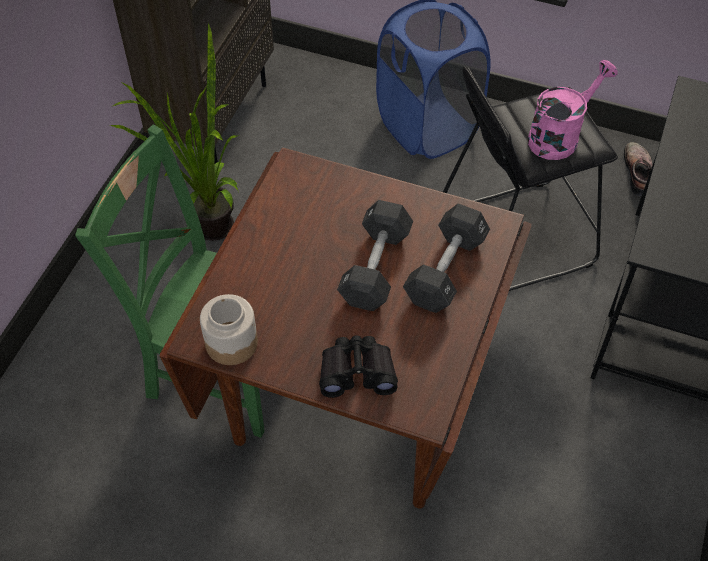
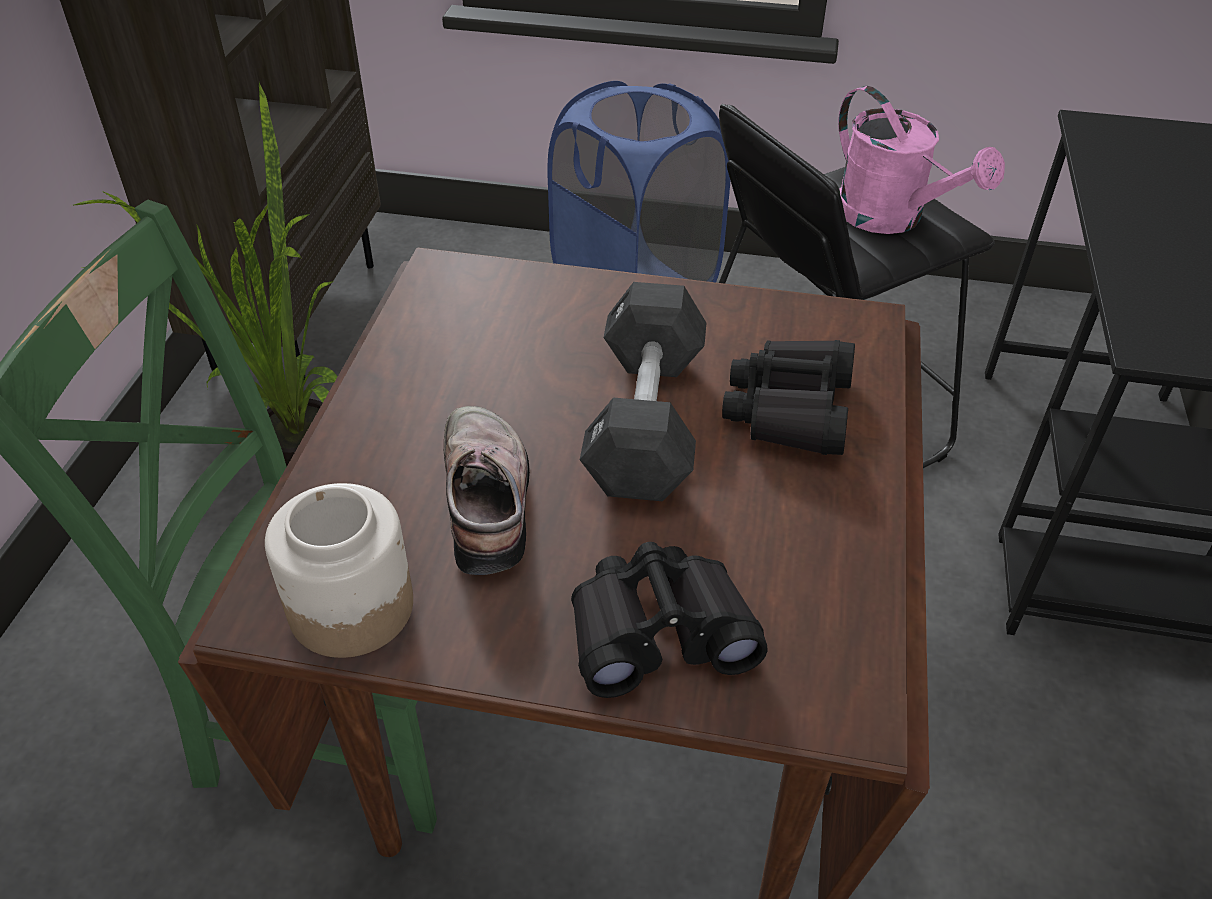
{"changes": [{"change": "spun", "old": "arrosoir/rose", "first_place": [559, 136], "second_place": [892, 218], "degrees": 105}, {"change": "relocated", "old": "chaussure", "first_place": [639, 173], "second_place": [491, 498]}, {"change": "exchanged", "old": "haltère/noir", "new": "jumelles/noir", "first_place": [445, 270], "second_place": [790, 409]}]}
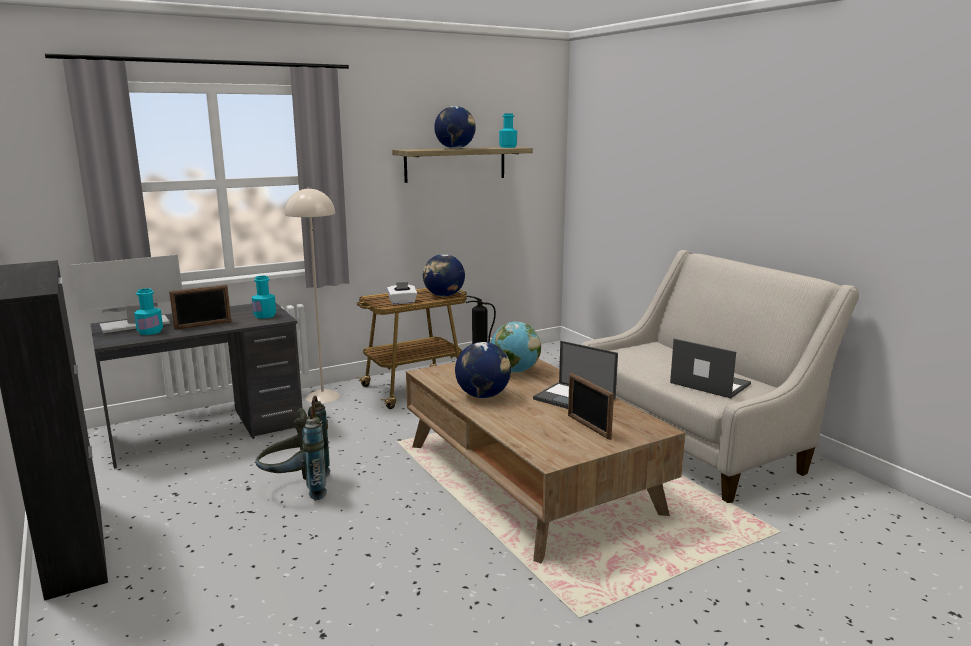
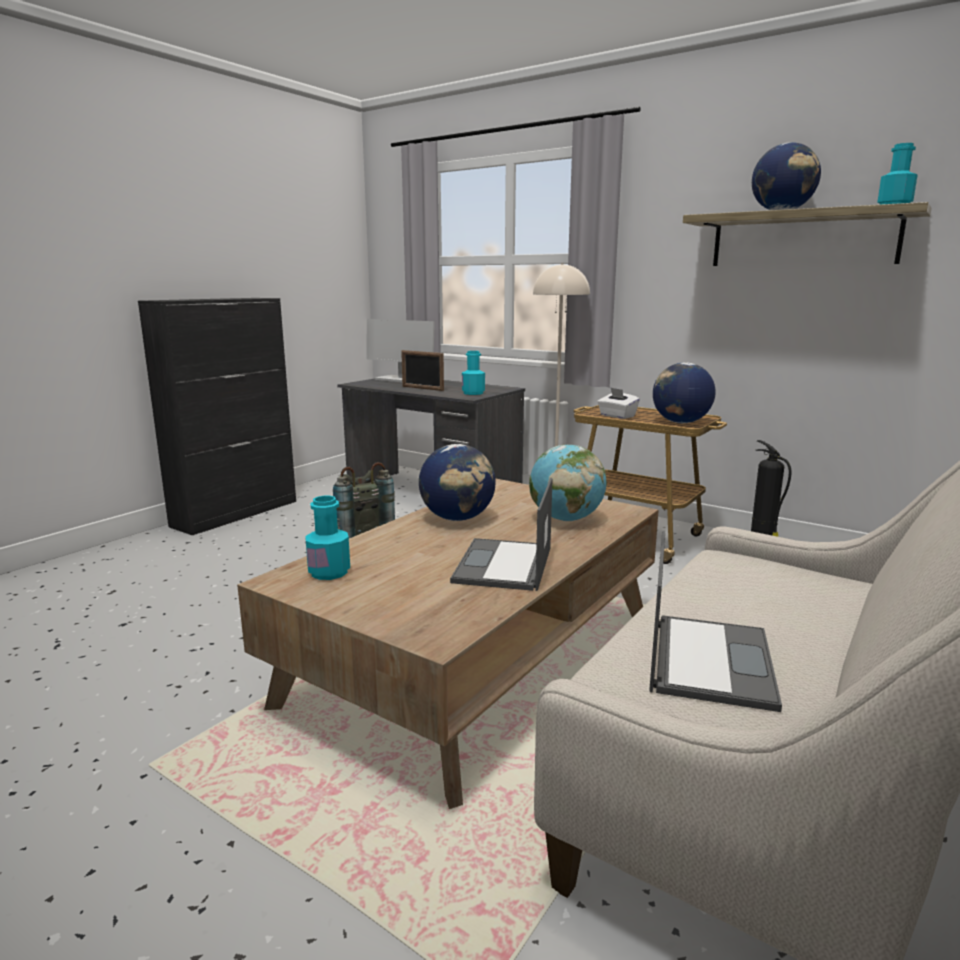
{"changes": [{"change": "relocated", "old": "bouteille/turquoise", "first_place": [150, 332], "second_place": [329, 572]}, {"change": "missing", "old": "cadre photo", "first_place": [588, 427]}]}
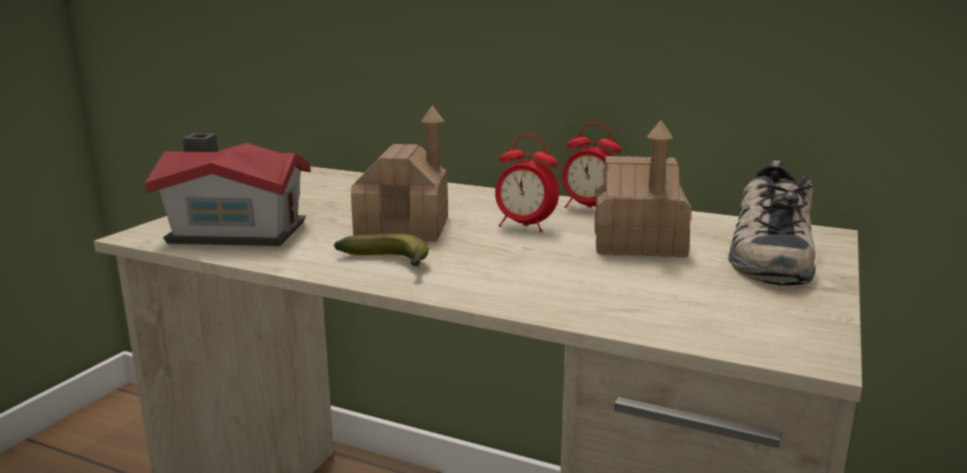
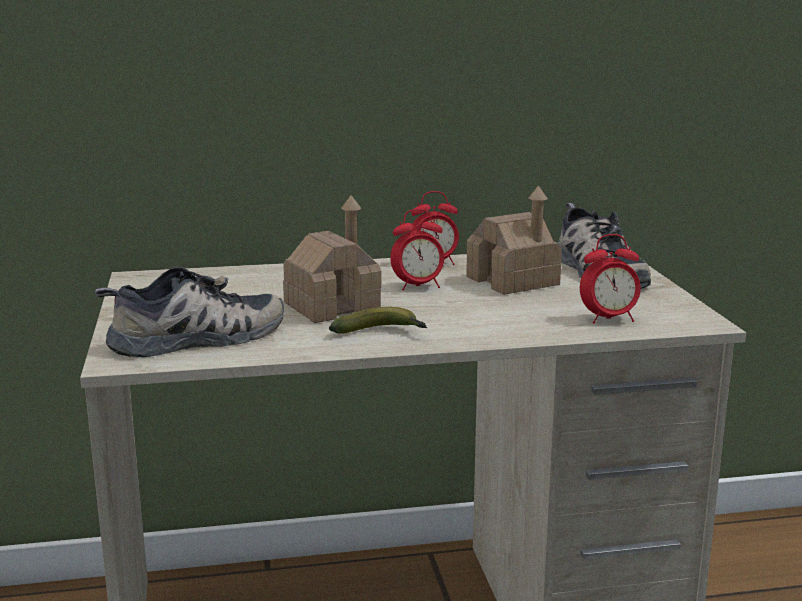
{"changes": [{"change": "exchanged", "old": "maison miniature", "new": "chaussure", "first_place": [236, 231], "second_place": [198, 339]}, {"change": "appeared", "new": "réveil", "second_place": [609, 319]}]}
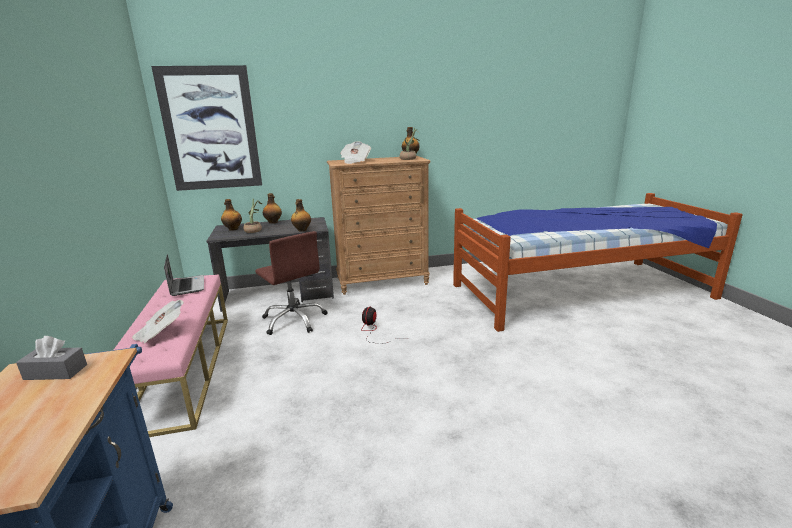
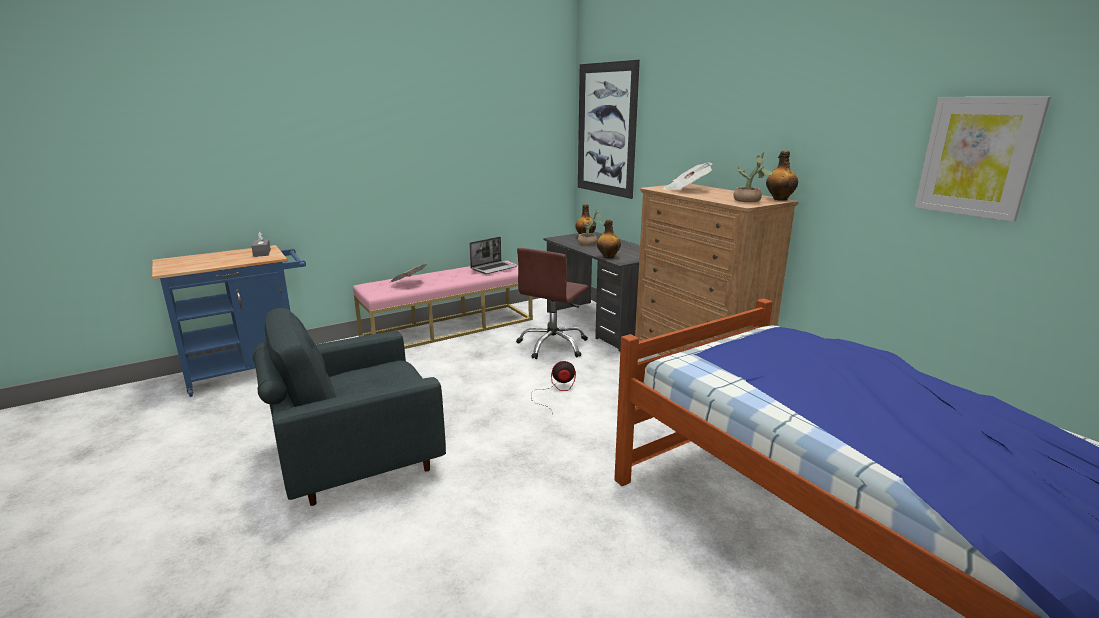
{"changes": [{"change": "missing", "old": "bouteille", "first_place": [273, 222]}, {"change": "appeared", "new": "tableau", "second_place": [977, 157]}, {"change": "appeared", "new": "fauteuil/gris", "second_place": [357, 460]}]}
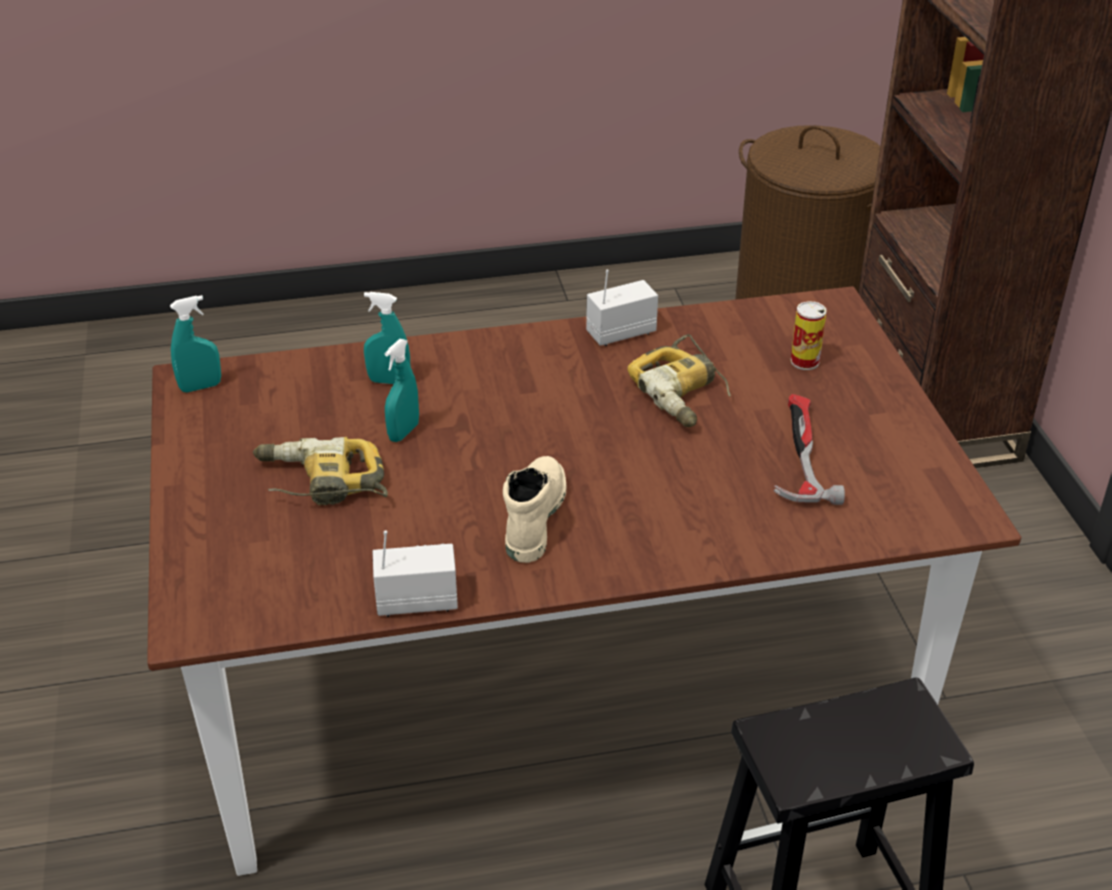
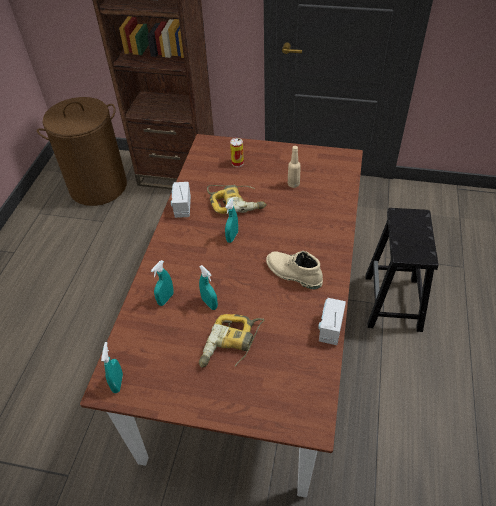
{"changes": [{"change": "exchanged", "old": "marteau", "new": "bouteille/beige", "first_place": [800, 454], "second_place": [293, 184]}, {"change": "appeared", "new": "vaporisateur/turquoise", "second_place": [232, 237]}]}
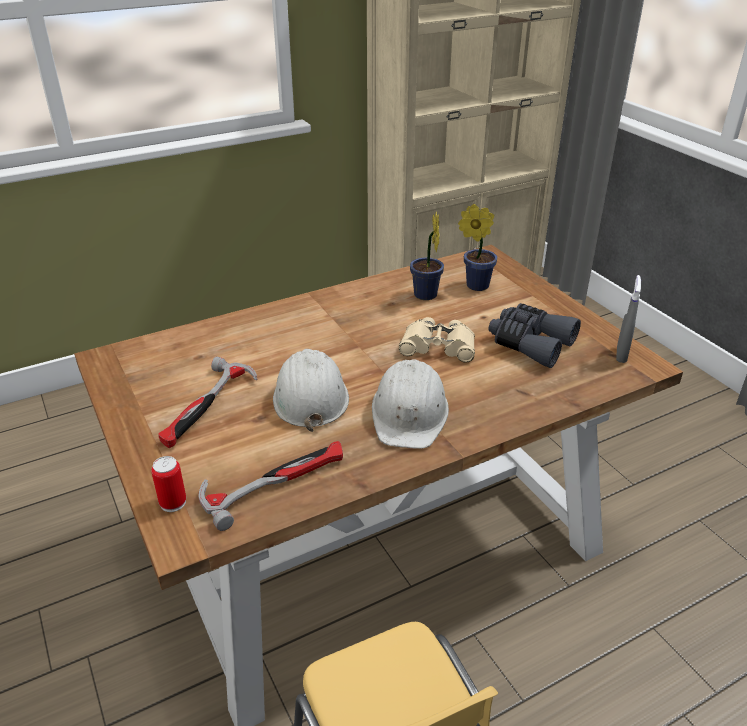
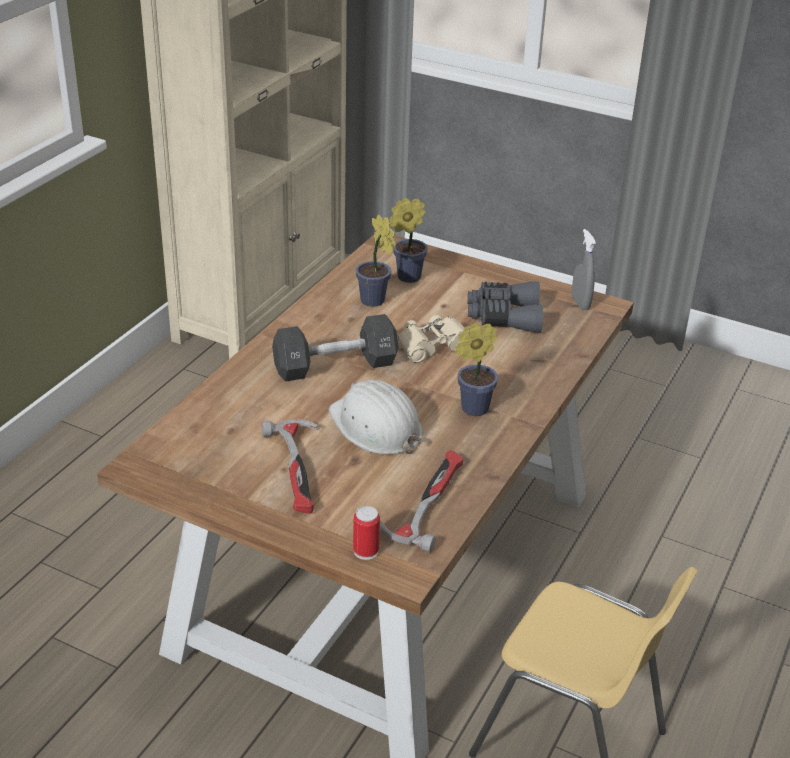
{"changes": [{"change": "exchanged", "old": "casque de chantier/blanc", "new": "plante en pot", "first_place": [410, 413], "second_place": [471, 409]}, {"change": "appeared", "new": "haltère/noir", "second_place": [335, 366]}]}
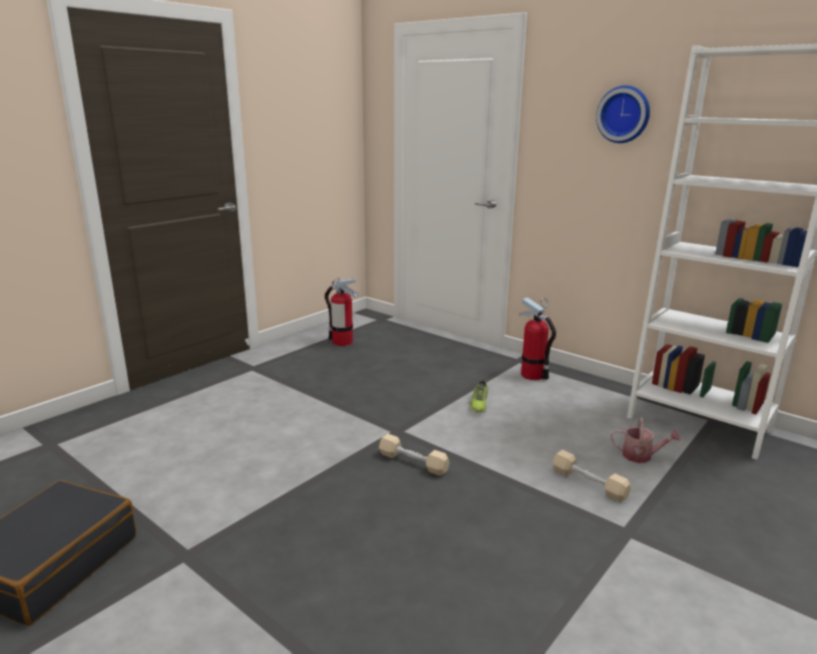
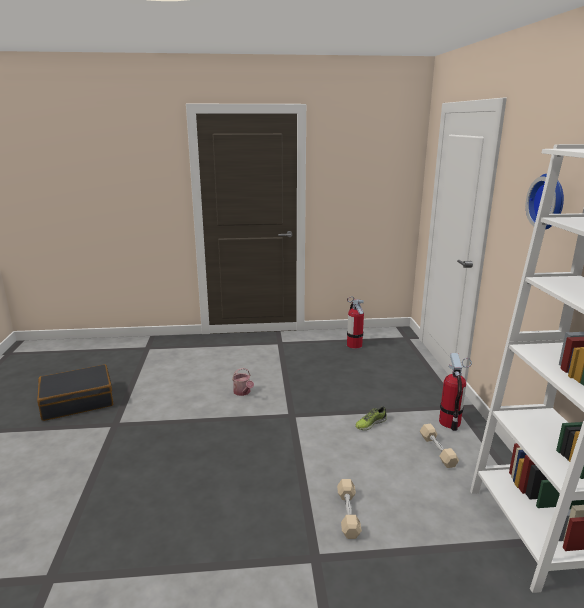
{"changes": [{"change": "relocated", "old": "arrosoir", "first_place": [641, 456], "second_place": [243, 392]}, {"change": "relocated", "old": "haltère/beige", "first_place": [413, 462], "second_place": [437, 451]}]}
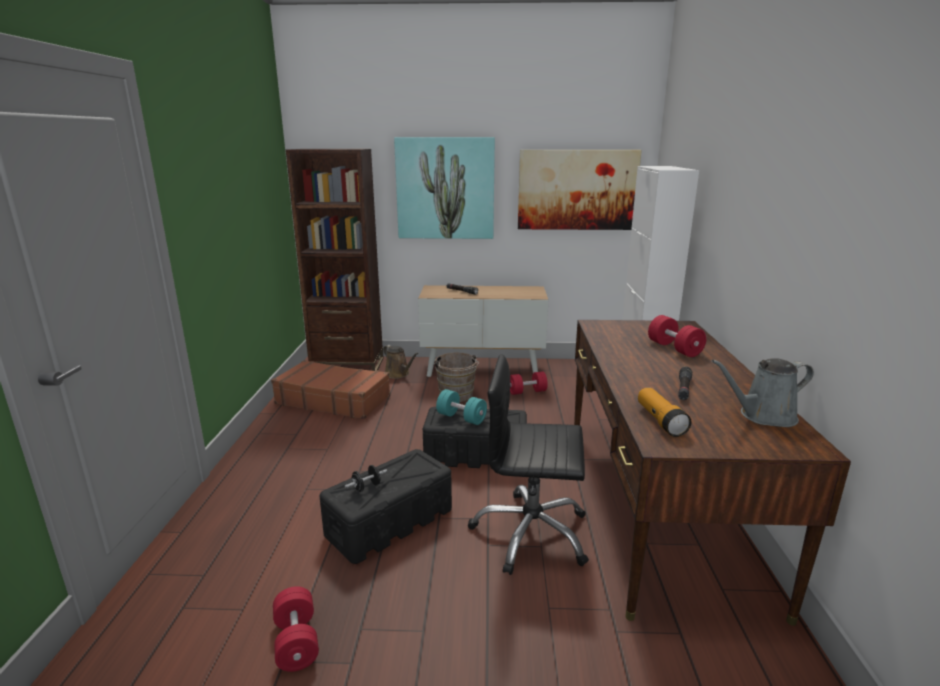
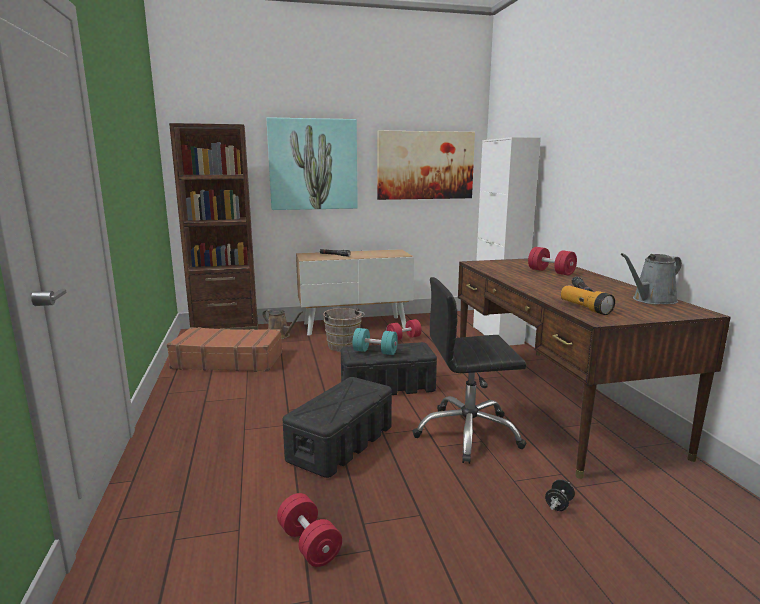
{"changes": [{"change": "relocated", "old": "haltère/noir", "first_place": [366, 487], "second_place": [559, 504]}]}
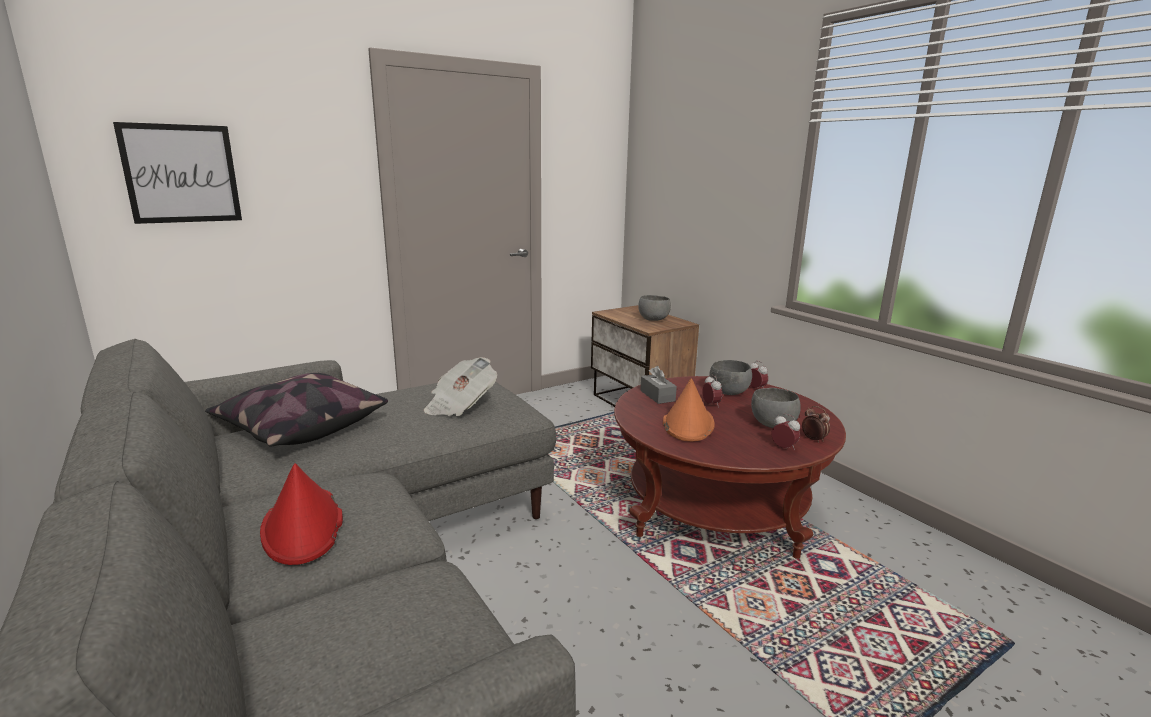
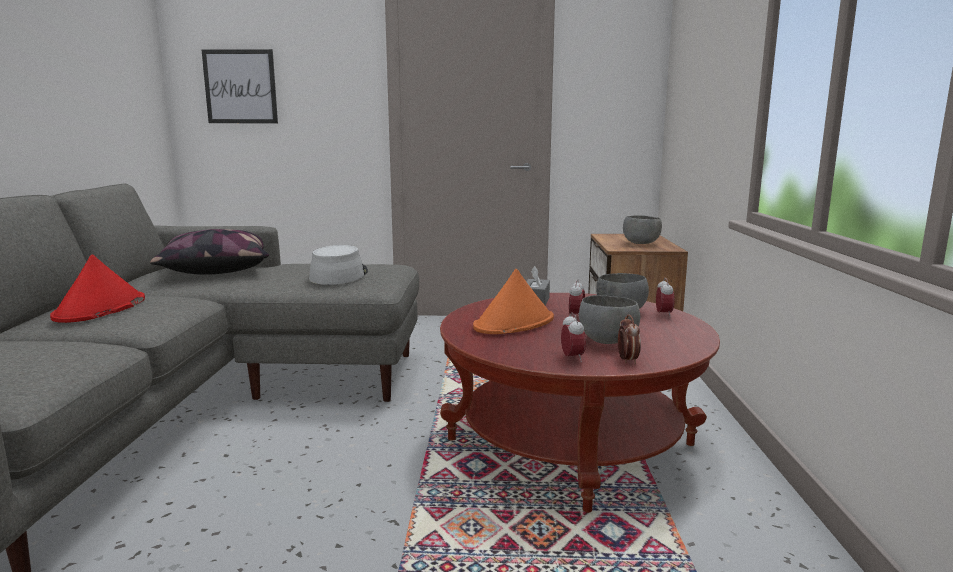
{"changes": [{"change": "exchanged", "old": "journal", "new": "chapeau/gris", "first_place": [460, 405], "second_place": [338, 275]}]}
